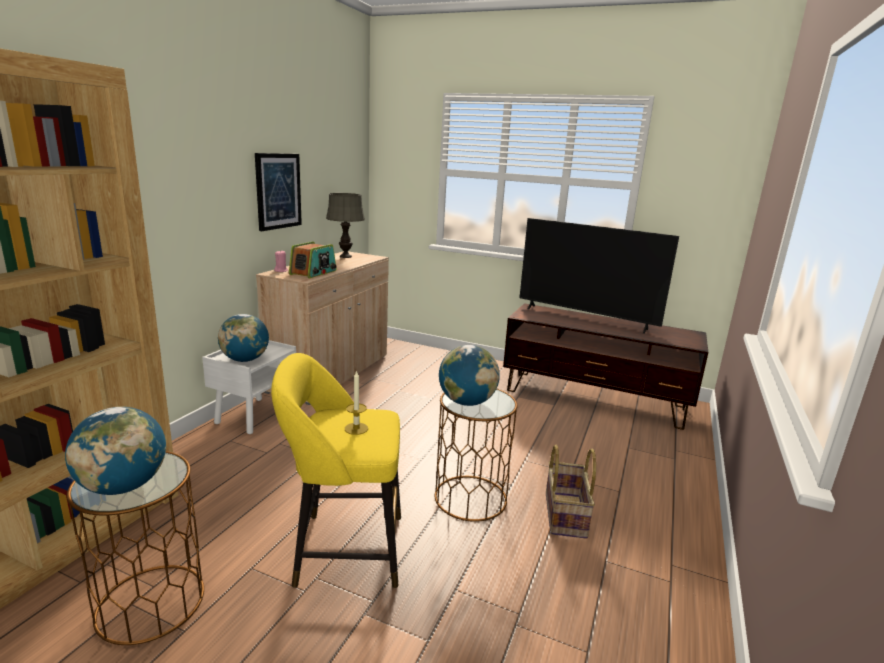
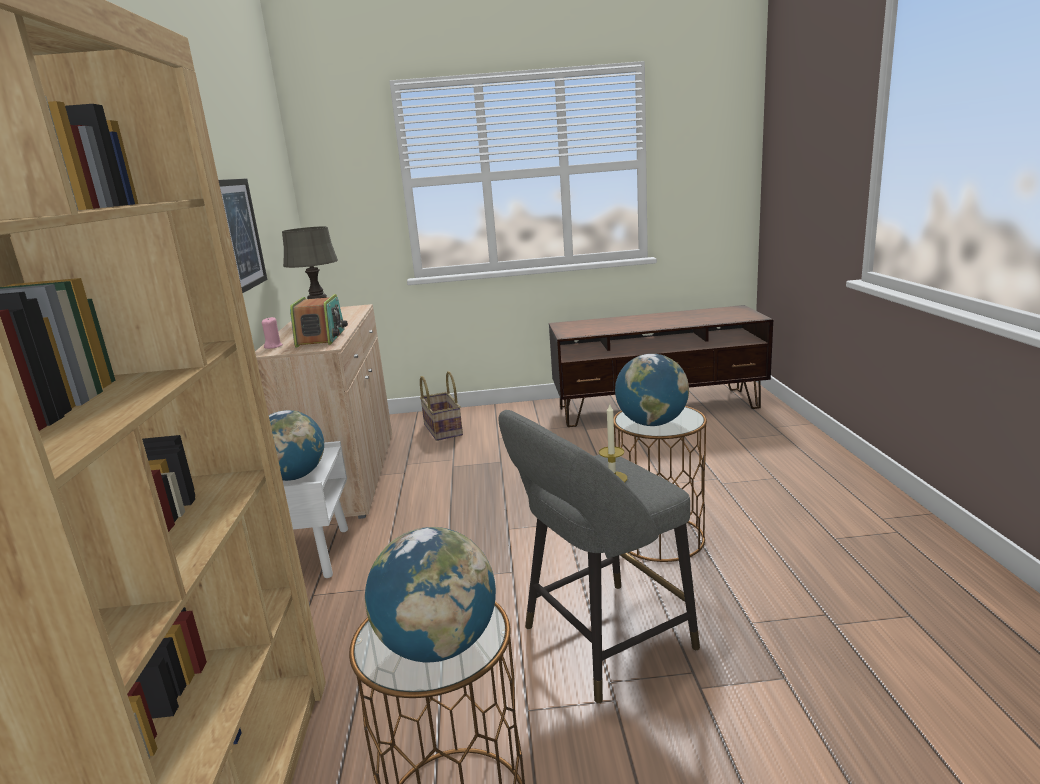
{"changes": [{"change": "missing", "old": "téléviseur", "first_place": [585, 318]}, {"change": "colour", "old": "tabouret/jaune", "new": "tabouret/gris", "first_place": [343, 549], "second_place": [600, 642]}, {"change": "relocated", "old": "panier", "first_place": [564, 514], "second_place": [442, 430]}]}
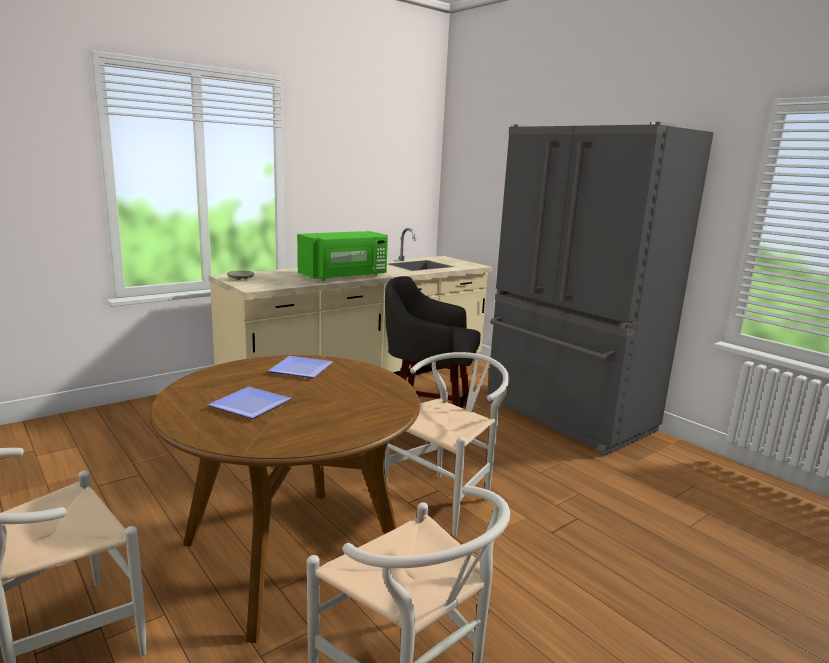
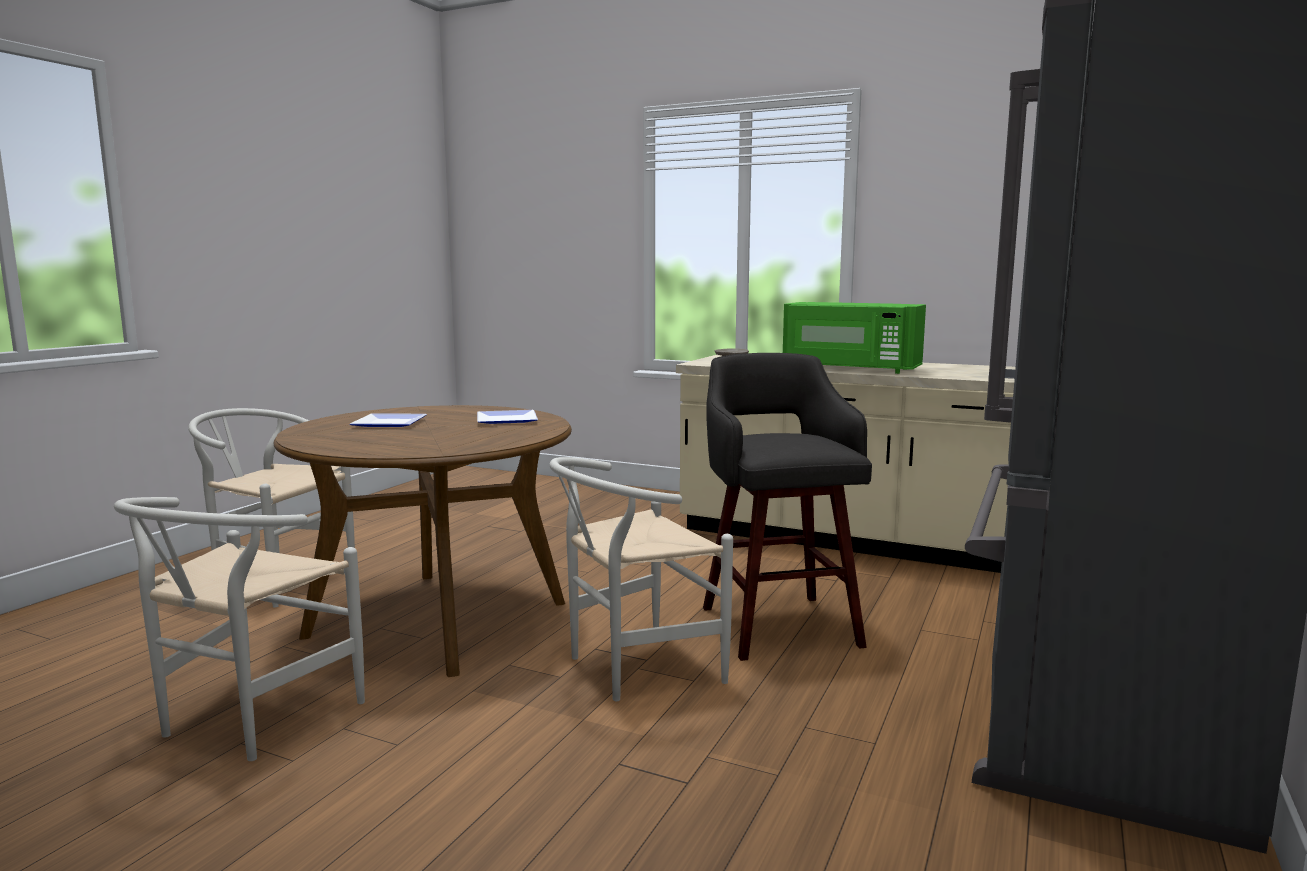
{"changes": [{"change": "spun", "old": "chaise/blanc", "first_place": [445, 497], "second_place": [632, 668], "degrees": 135}]}
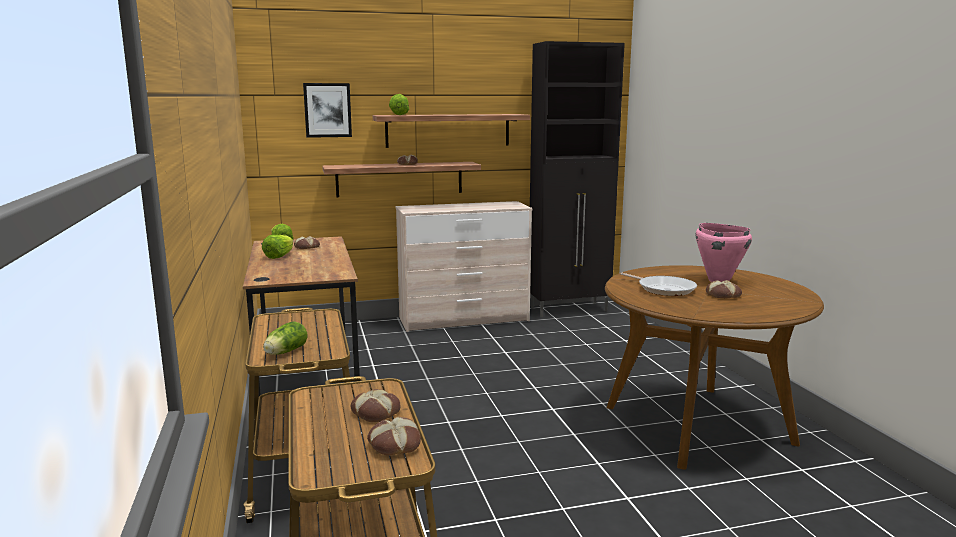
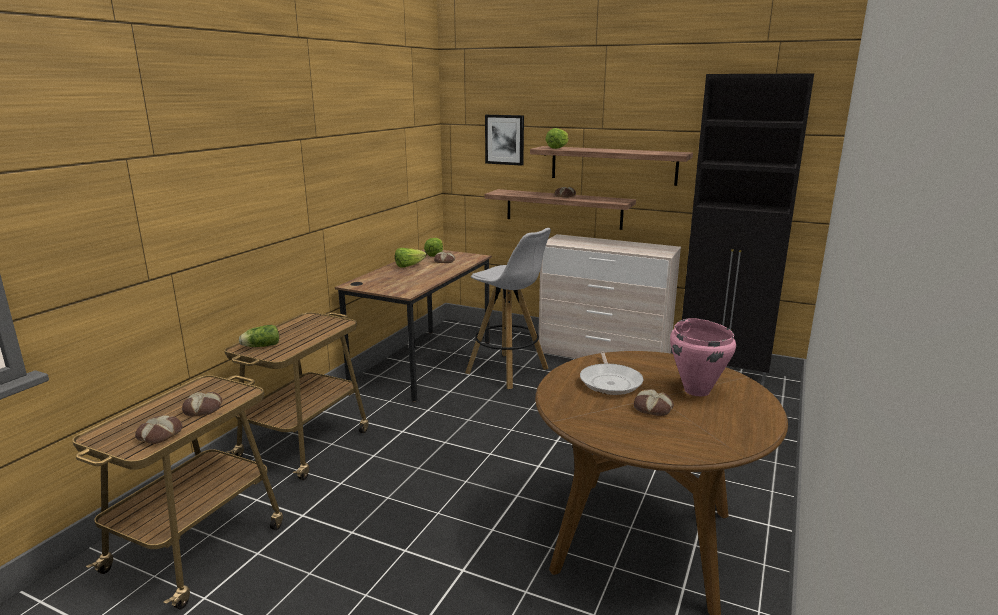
{"changes": [{"change": "appeared", "new": "tabouret/blanc", "second_place": [508, 371]}]}
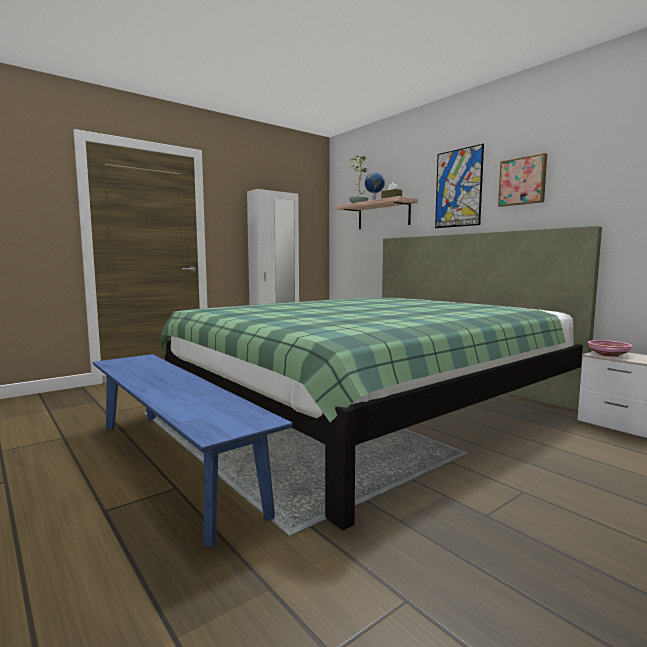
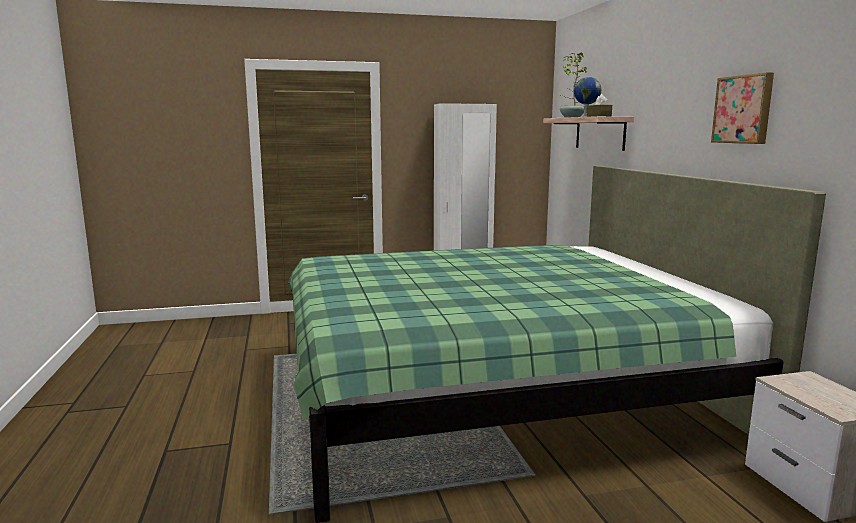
{"changes": [{"change": "missing", "old": "tableau", "first_place": [458, 188]}, {"change": "missing", "old": "bol/rose", "first_place": [608, 355]}, {"change": "missing", "old": "banc/bleu", "first_place": [173, 463]}]}
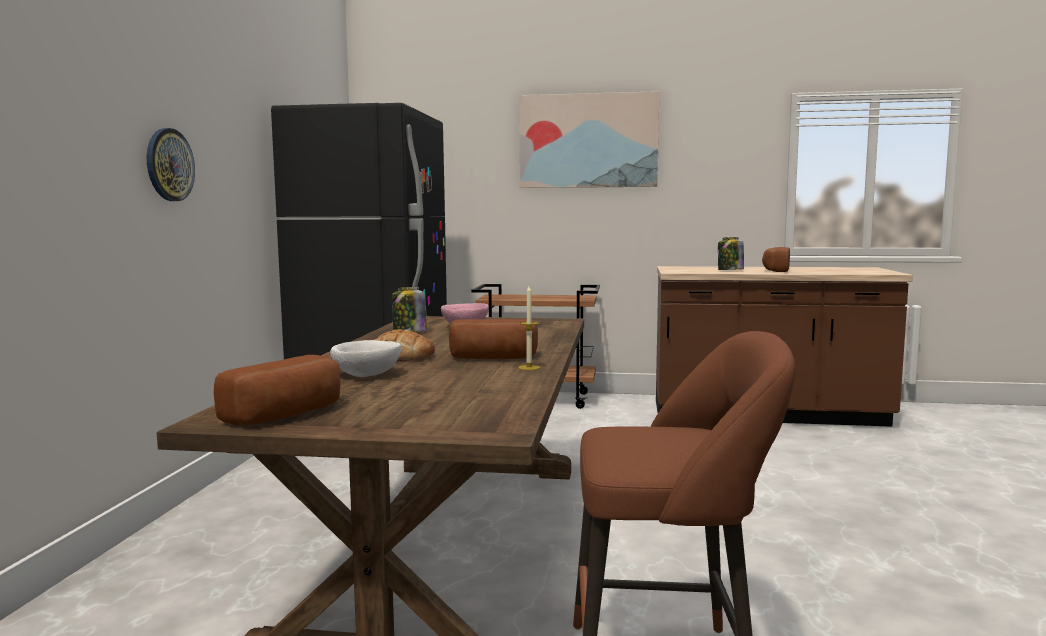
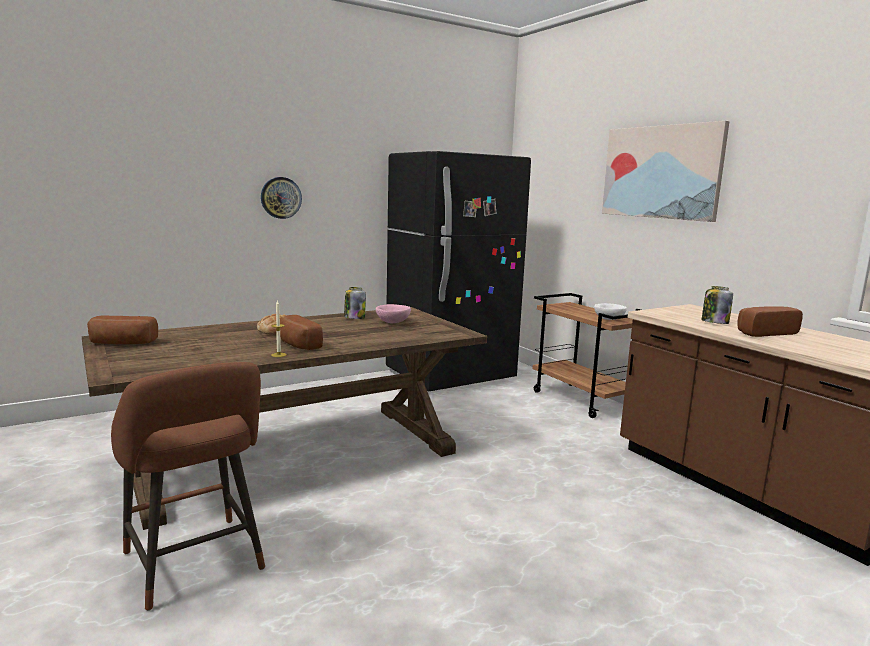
{"changes": [{"change": "relocated", "old": "bol/blanc", "first_place": [367, 375], "second_place": [609, 319]}]}
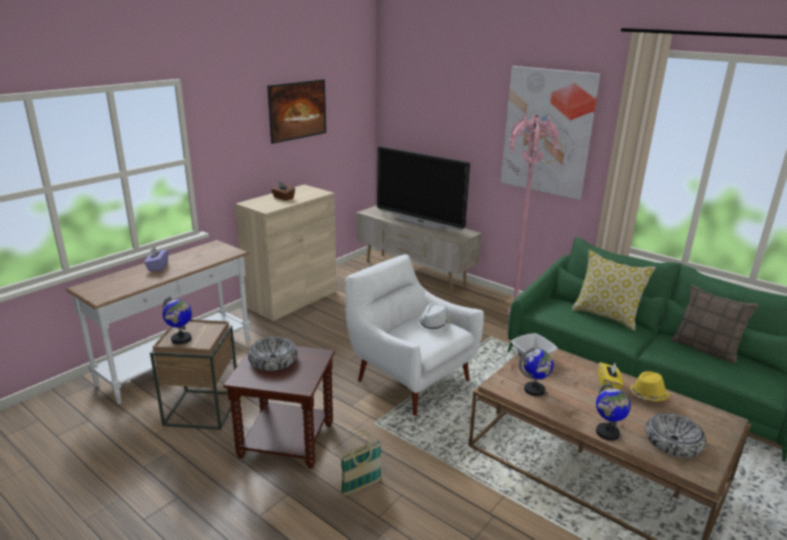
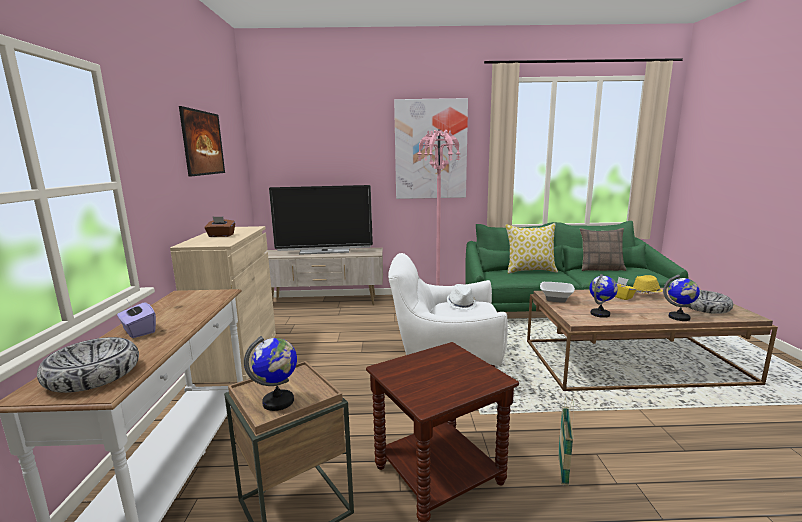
{"changes": [{"change": "relocated", "old": "bol", "first_place": [273, 360], "second_place": [93, 375]}]}
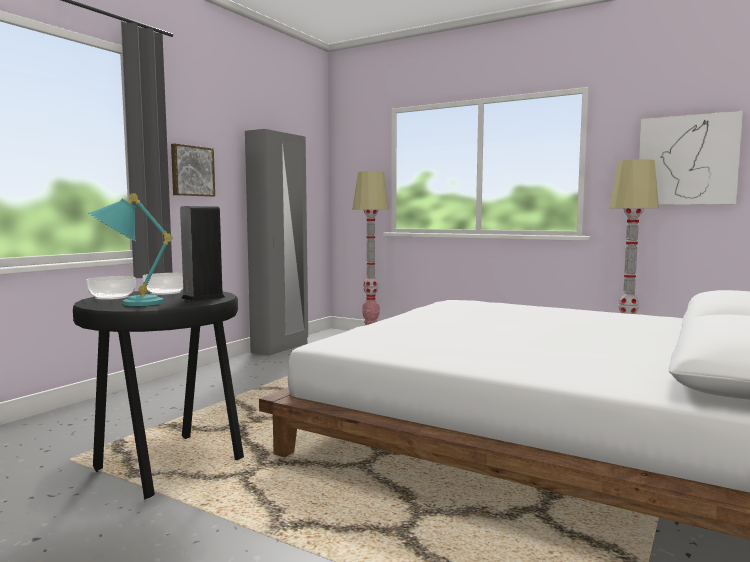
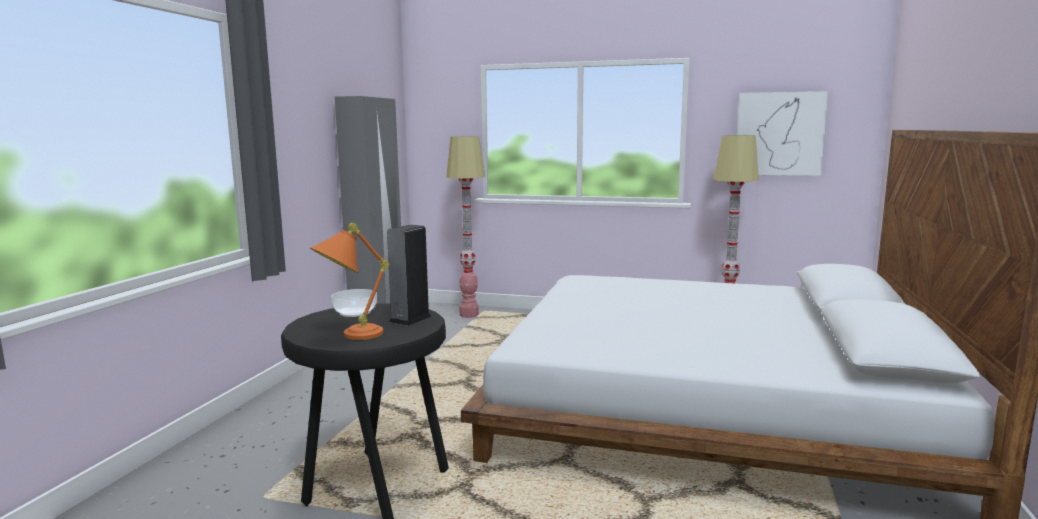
{"changes": [{"change": "missing", "old": "tableau", "first_place": [191, 171]}, {"change": "colour", "old": "lampe de table/turquoise", "new": "lampe de table/orange", "first_place": [127, 304], "second_place": [349, 336]}, {"change": "missing", "old": "bol", "first_place": [111, 297]}]}
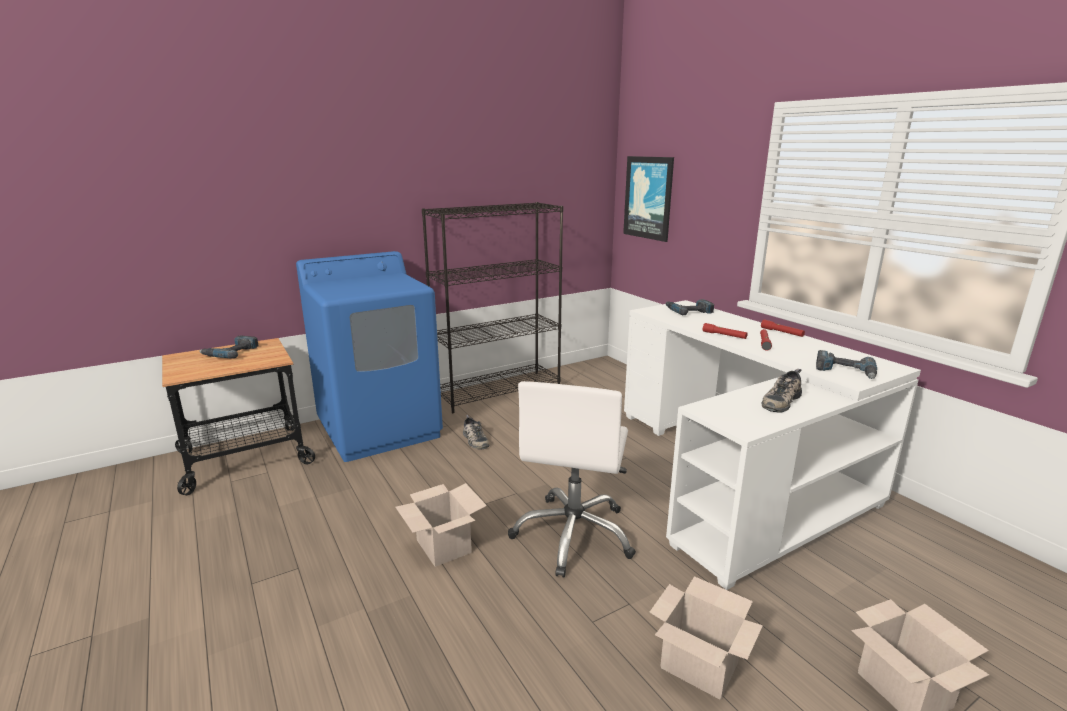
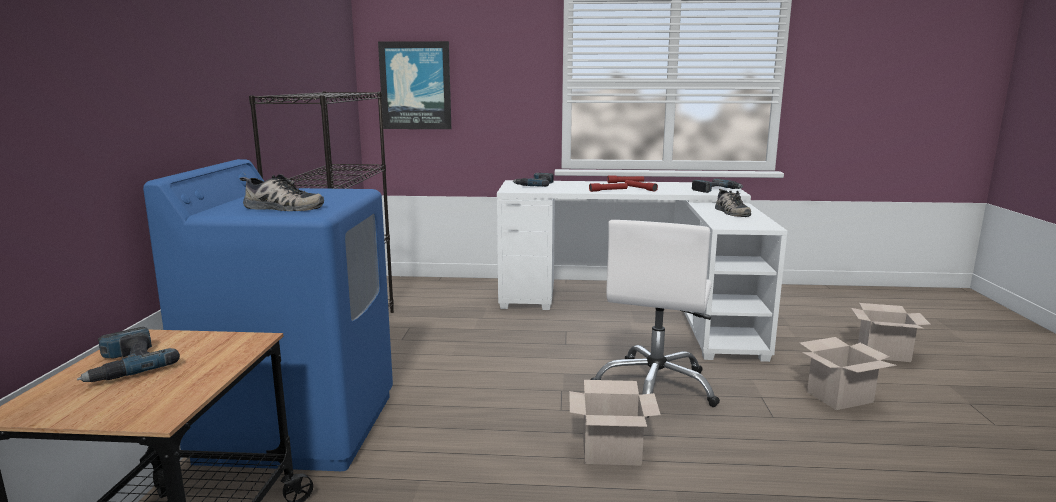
{"changes": [{"change": "spun", "old": "chaise de bureau/blanc", "first_place": [574, 535], "second_place": [655, 387], "degrees": 60}, {"change": "relocated", "old": "chaussure", "first_place": [474, 439], "second_place": [281, 208]}]}
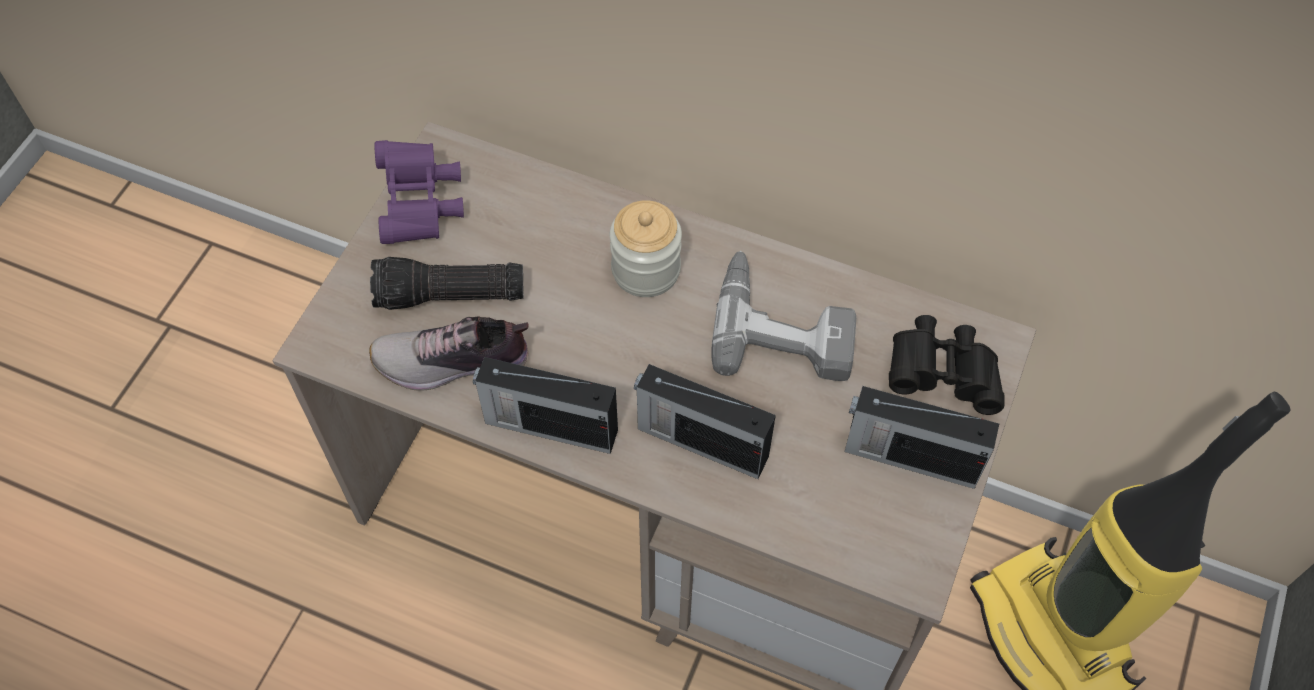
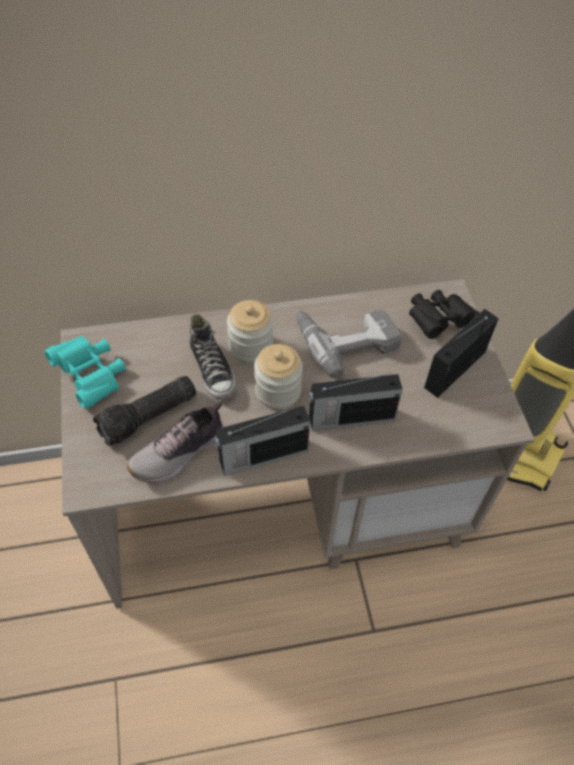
{"changes": [{"change": "colour", "old": "jumelles/violet", "new": "jumelles/turquoise", "first_place": [420, 205], "second_place": [91, 377]}, {"change": "spun", "old": "radio", "first_place": [909, 456], "second_place": [456, 369], "degrees": 150}, {"change": "appeared", "new": "chaussure", "second_place": [213, 370]}, {"change": "appeared", "new": "bocal", "second_place": [278, 391]}]}
